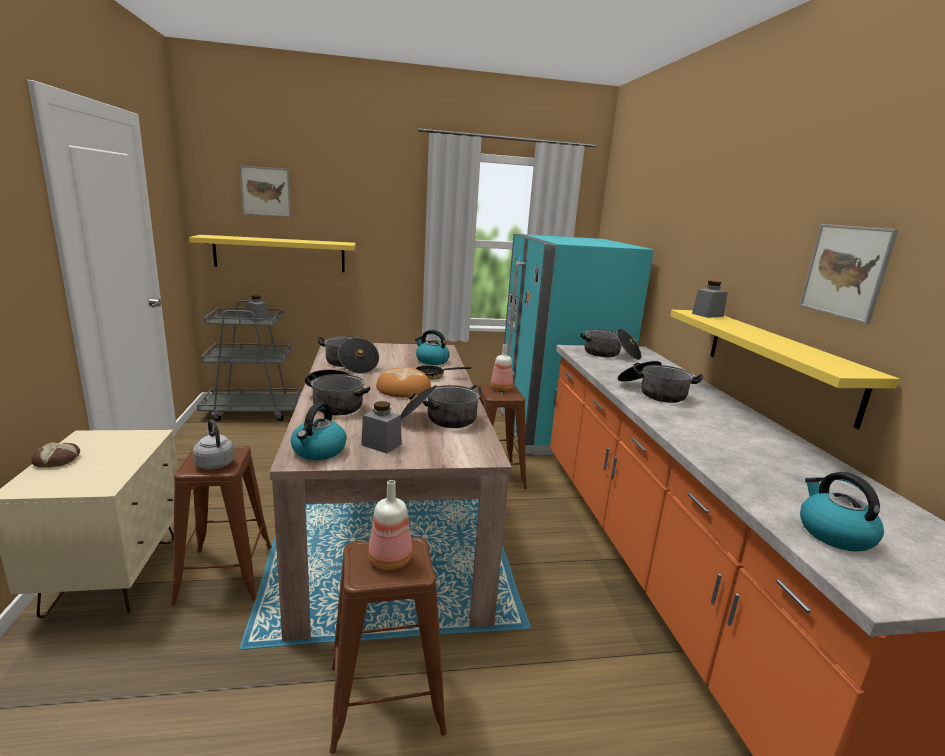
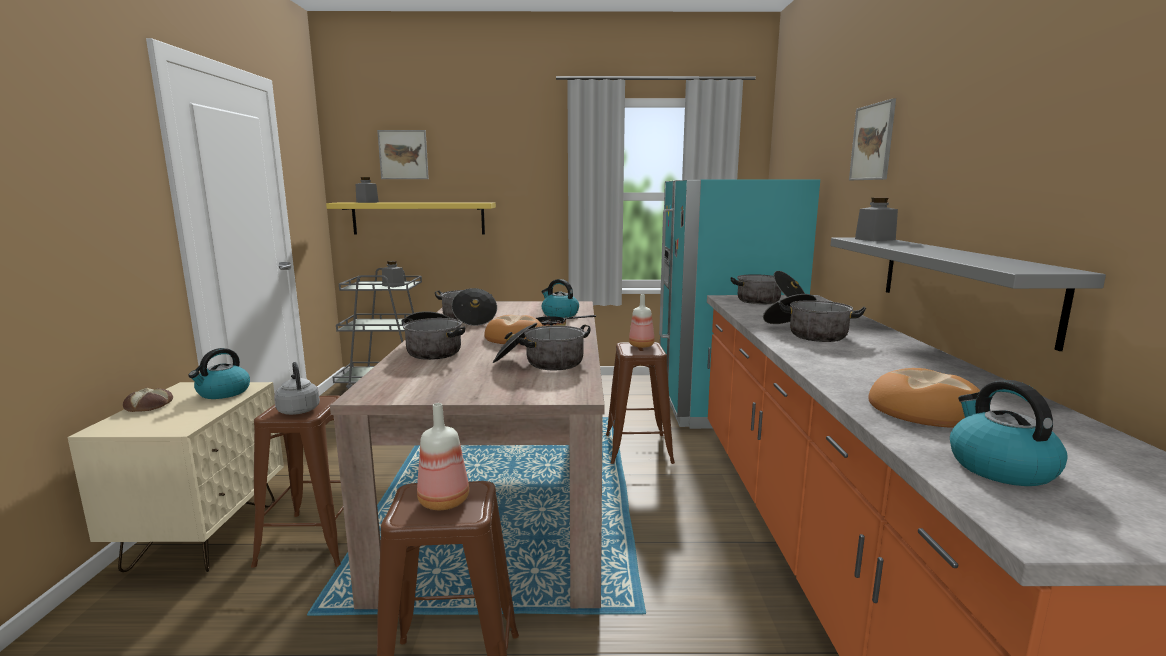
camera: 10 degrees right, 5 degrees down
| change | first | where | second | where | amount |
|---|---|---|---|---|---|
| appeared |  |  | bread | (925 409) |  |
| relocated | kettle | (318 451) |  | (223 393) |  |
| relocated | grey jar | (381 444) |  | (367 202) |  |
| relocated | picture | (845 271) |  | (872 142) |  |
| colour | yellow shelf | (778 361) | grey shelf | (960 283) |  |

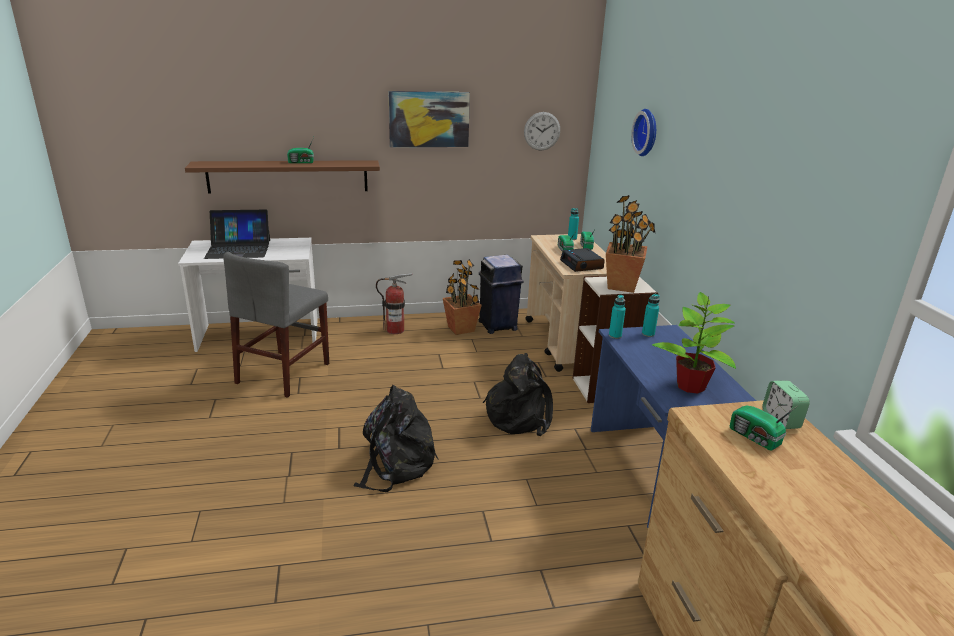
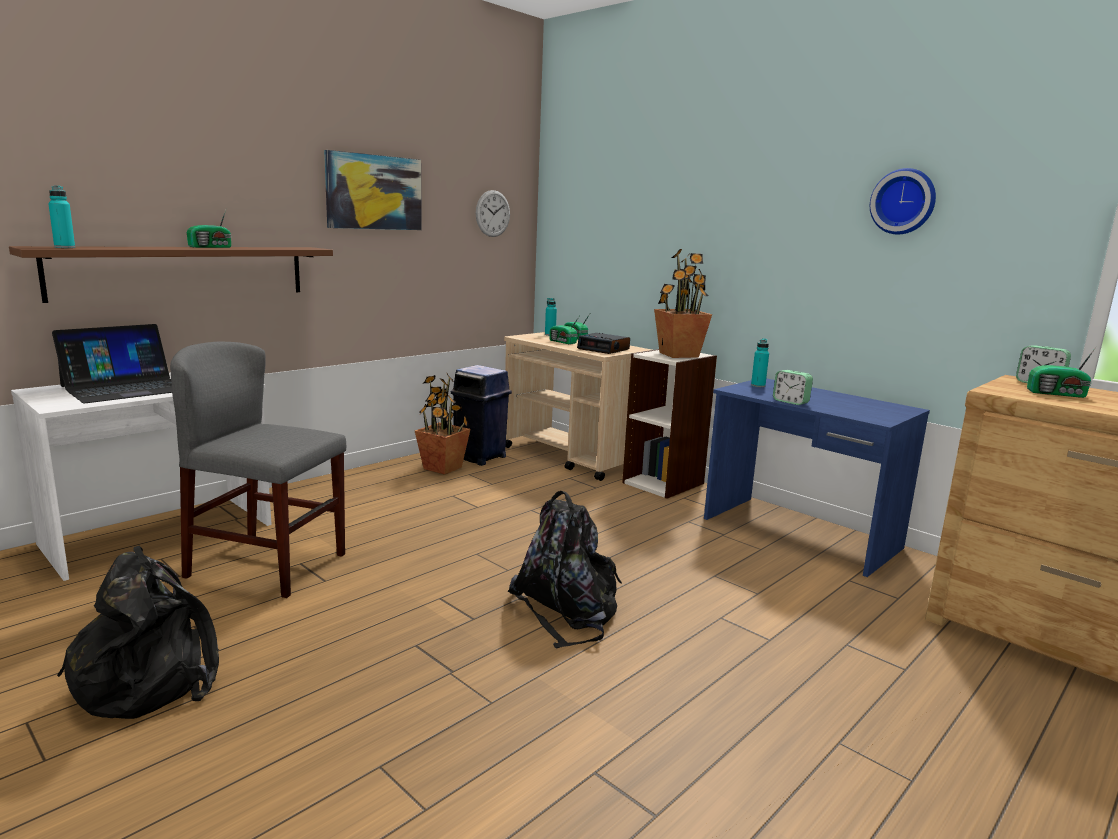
camera: 35 degrees left, 10 degrees down
| change | first | where | second | where | amount |
|---|---|---|---|---|---|
| missing | fire extinguisher | (395 330) |  |  |  |
| missing | potted plant | (690 386) |  |  |  |
| appeared |  |  | alarm clock | (790 402) |  |
| relocated | black backpack | (519 416) |  | (149 678) |  |
| relocated | turquoise bottle | (615 336) |  | (64 247) |  |
| relocated | wall clock | (647 132) |  | (904 201) |  |
| spun | grey chair | (283 373) |  | (267 565) | 120 degrees clockwise |

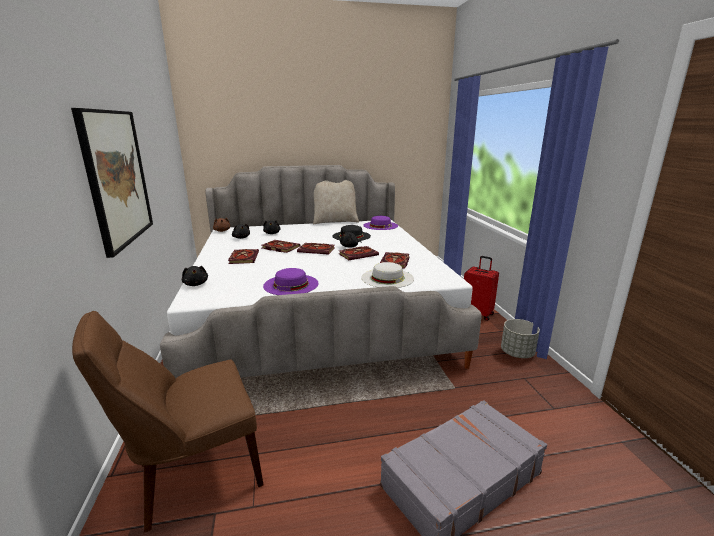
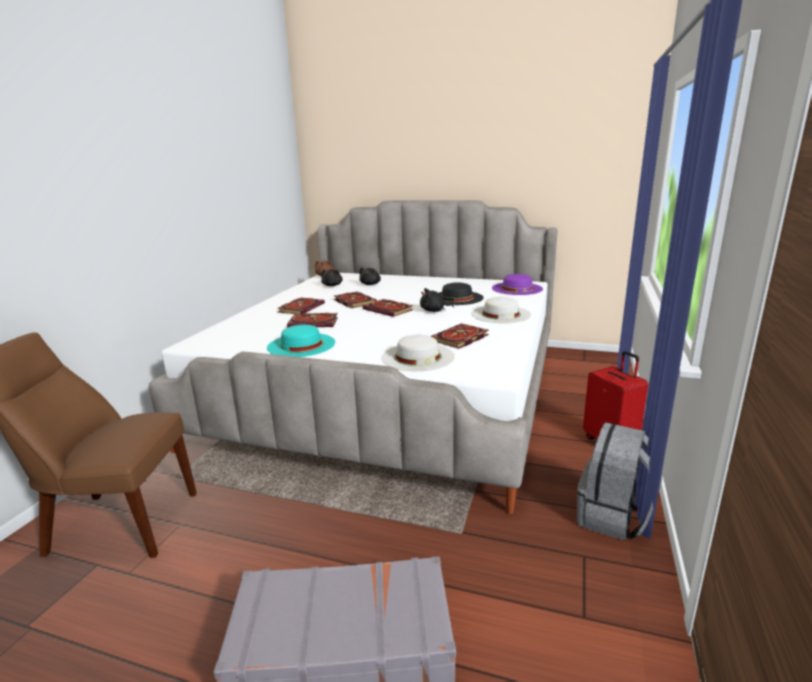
camera: 30 degrees right, 0 degrees up
| change | first | where | second | where | amount |
|---|---|---|---|---|---|
| missing | picture | (117 178) |  |  |  |
| missing | black plush toy | (196 284) |  |  |  |
| missing | beige pillow | (335 221) |  |  |  |
| appeared |  |  | white hat | (500 314) |  |
| relocated | book | (358 254) |  | (314 322) |  |
| exchanged | grey planter | (517 353) | grey backpack | (613 517) |  |
| colour | purple hat | (291 284) | turquoise hat | (301 345) |  |

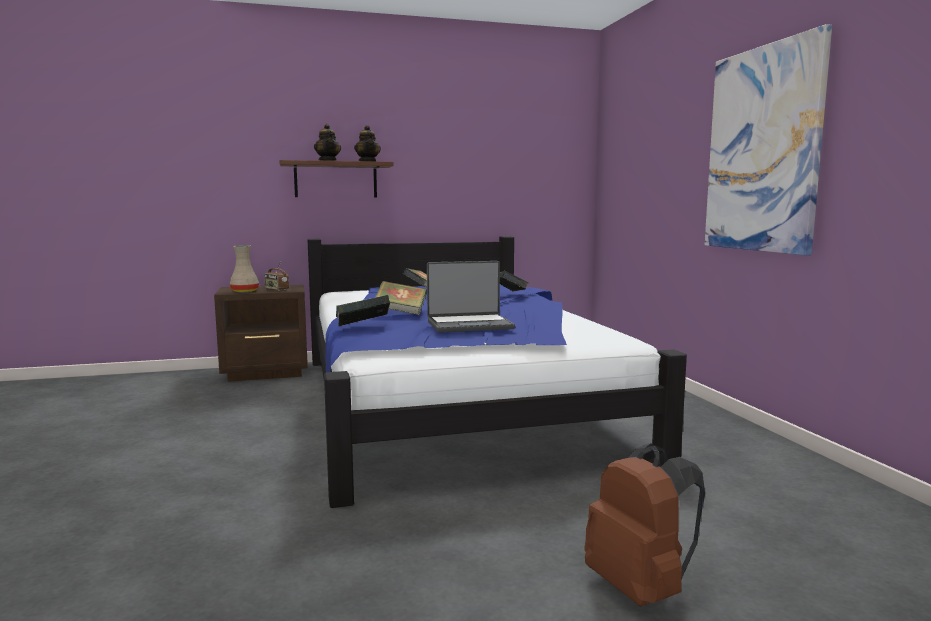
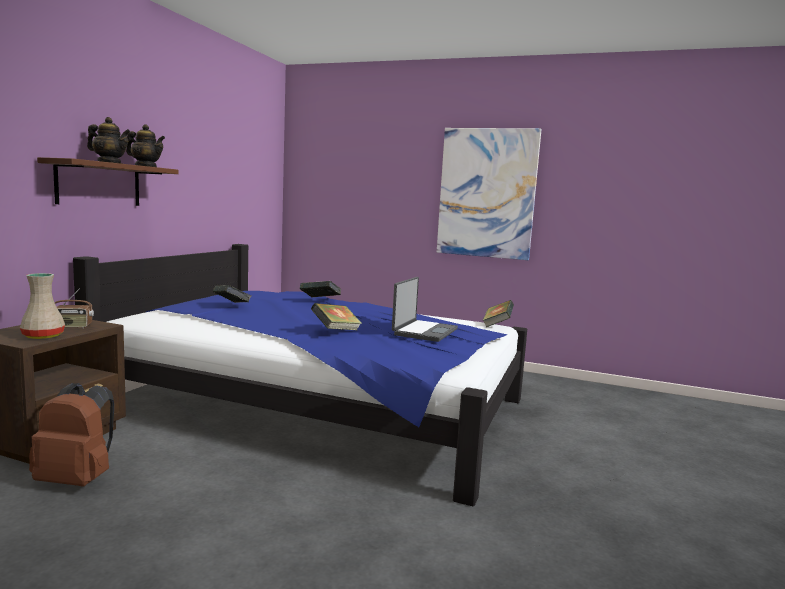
camera: 55 degrees left, 0 degrees up
| change | first | where | second | where | amount |
|---|---|---|---|---|---|
| relocated | book | (363 327) |  | (497 325) |  |
| relocated | brown backpack | (640 588) |  | (77 480) |  |

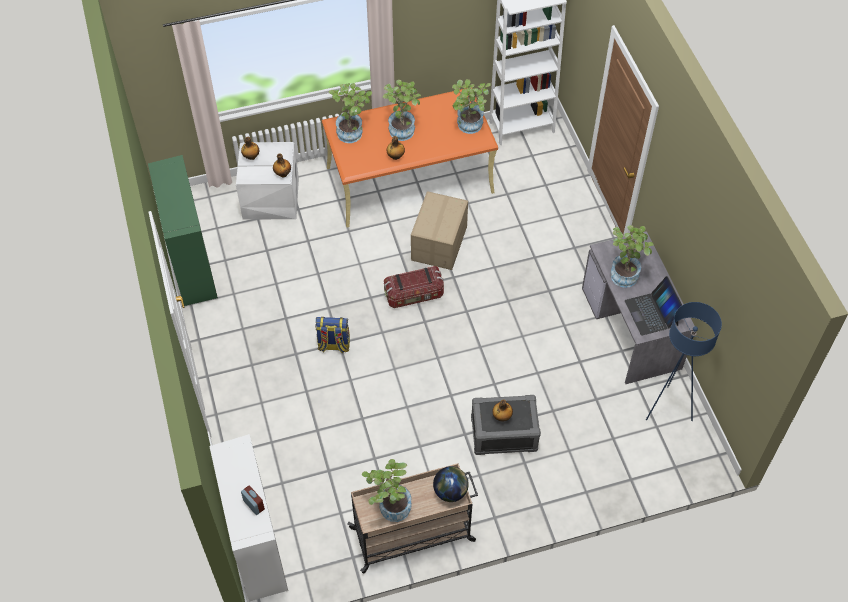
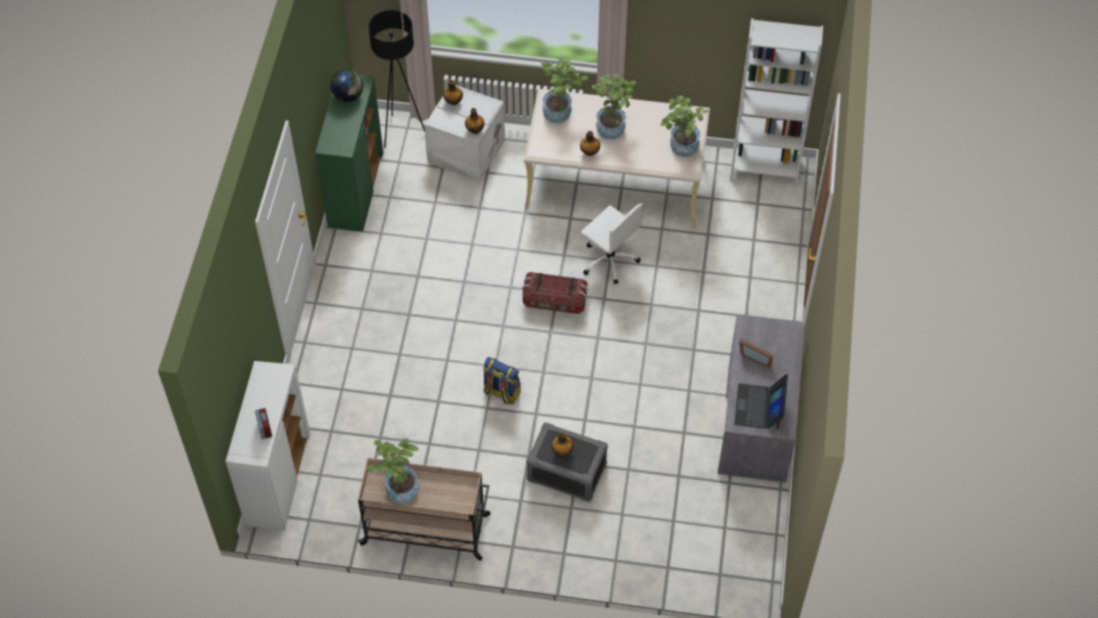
camera: 25 degrees right, 0 degrees up
| change | first | where | second | where | amount |
|---|---|---|---|---|---|
| missing | blue floor lamp | (667 409) |  |  |  |
| appeared |  |  | black floor lamp | (401 133) |  |
| relocated | backpack | (333 345) |  | (501 392) |  |
| relocated | globe | (450 491) |  | (348 96) |  |
| exchanged | cardboard box | (439 243) | white office chair | (609 260) |  |
| exchanged | potted plant | (625 273) | picture frame | (755 356) |  |
| colour | orange desk | (410 179) | beige desk | (616 183) |  |

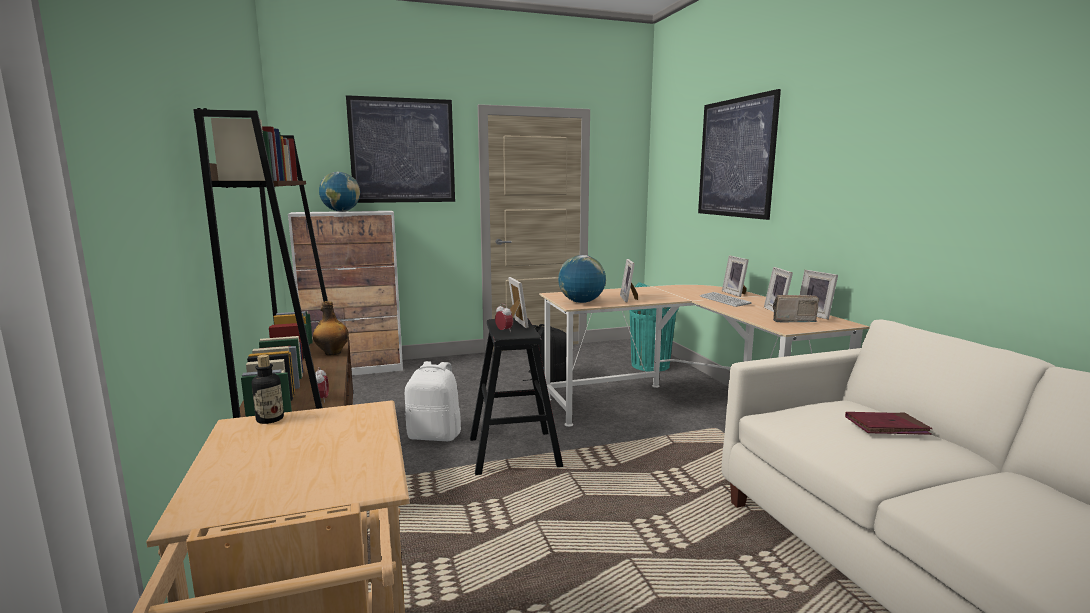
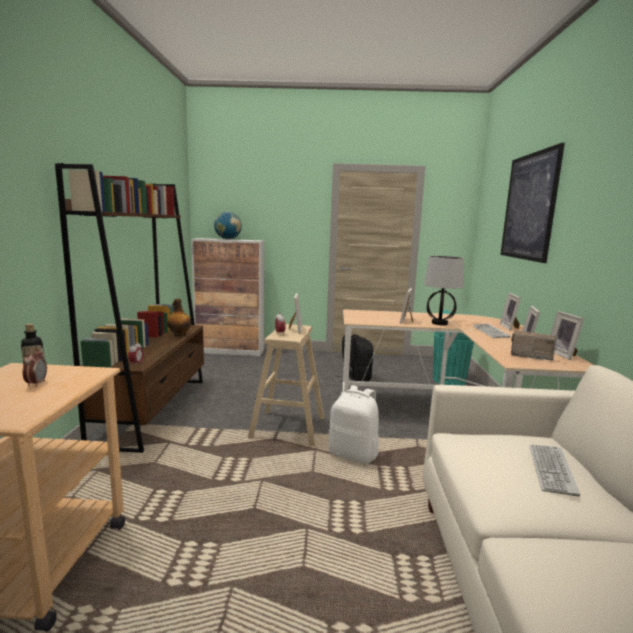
camera: 20 degrees right, 0 degrees up
| change | first | where | second | where | amount |
|---|---|---|---|---|---|
| missing | picture | (402 151) |  |  |  |
| missing | globe | (581 302) |  |  |  |
| appeared |  |  | alarm clock | (36 384) |  |
| appeared |  |  | table lamp | (439 323) |  |
| relocated | white backpack | (435 435) |  | (353 454) |  |
| exchanged | red book | (886 426) | keyboard | (551 469) |  |
| colour | black stool | (514 452) | beige stool | (288 427) |  |

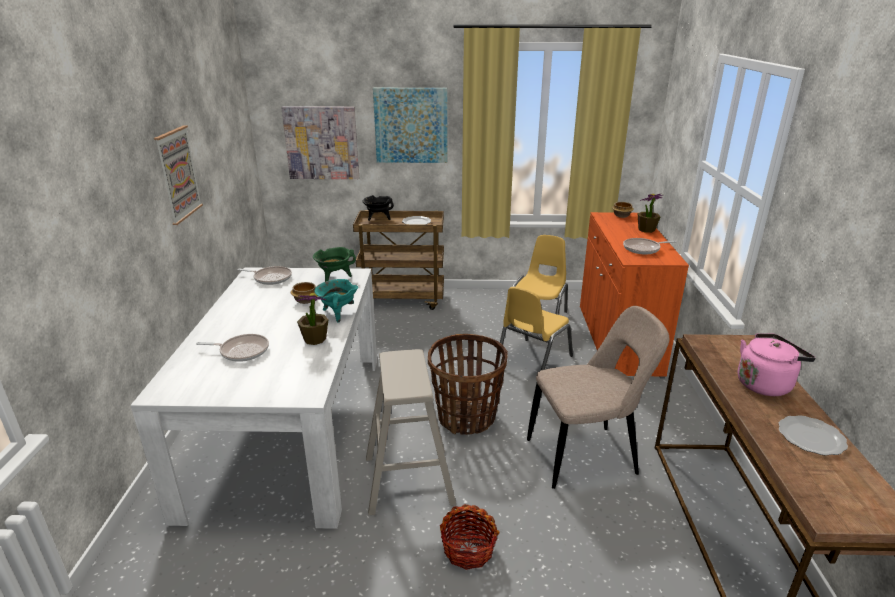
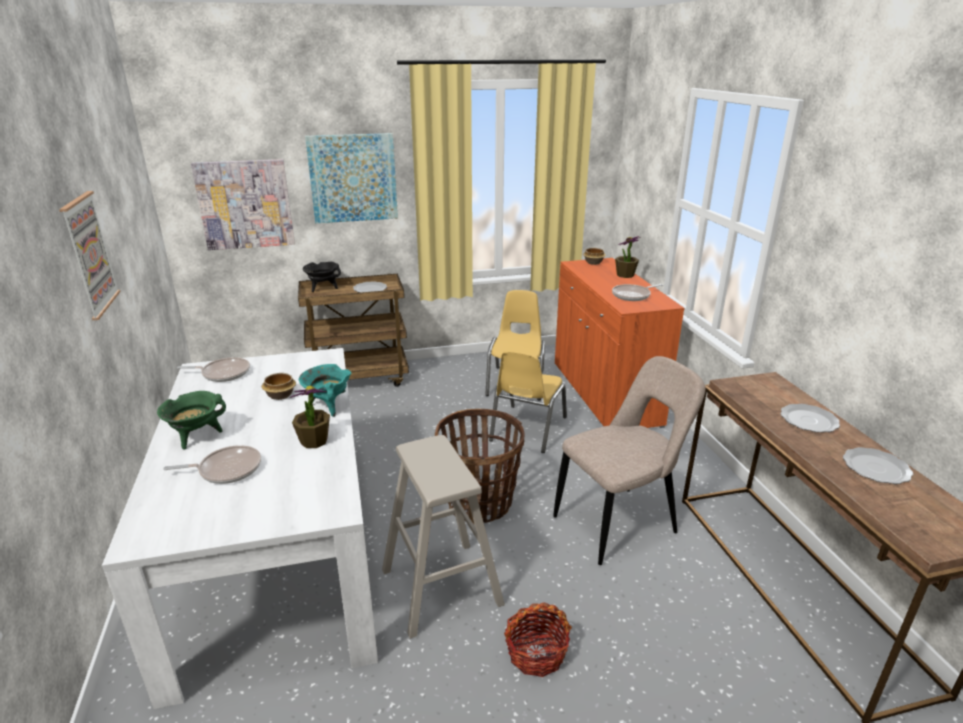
camera: 15 degrees left, 0 degrees up
| change | first | where | second | where | amount |
|---|---|---|---|---|---|
| relocated | green cooking pot | (335 277) |  | (196 437) |  |
| exchanged | pink kettle | (765 384) | plate | (809 420) |  |

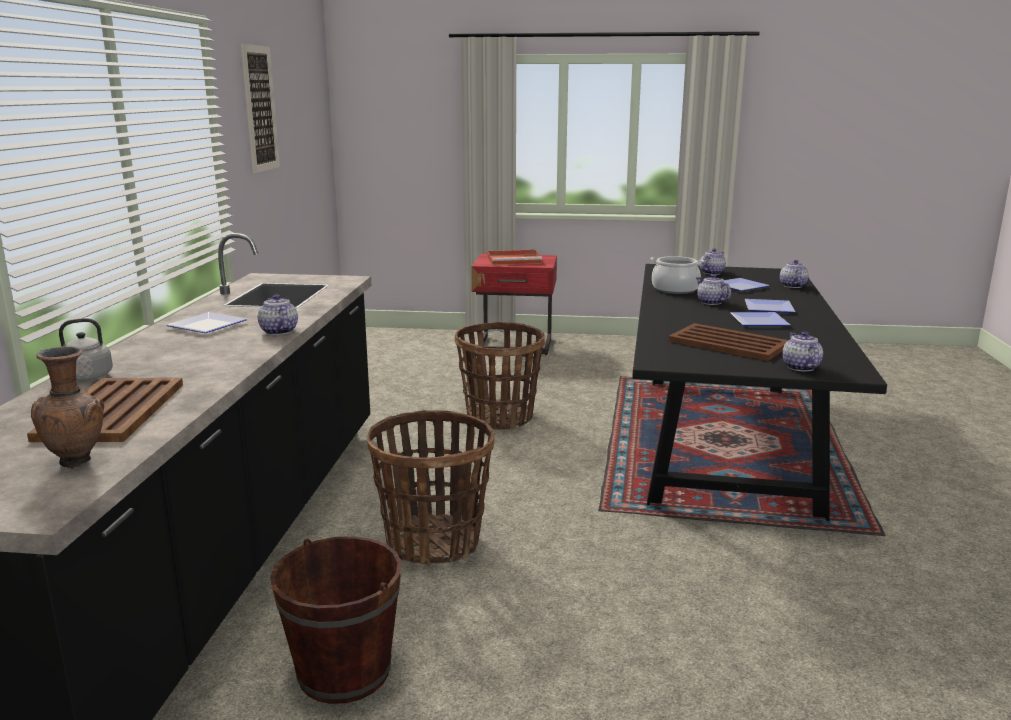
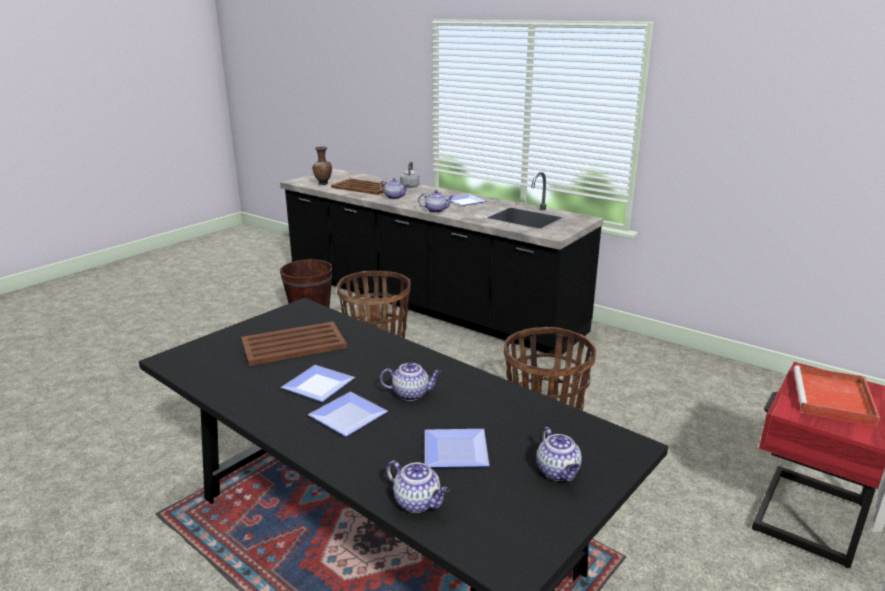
camera: 120 degrees right, 5 degrees up
| change | first | where | second | where | amount |
|---|---|---|---|---|---|
| missing | picture | (260 109) |  |  |  |
| missing | cooking pot | (675 289) |  |  |  |
| relocated | teapot | (799 367) |  | (395 197) |  |

